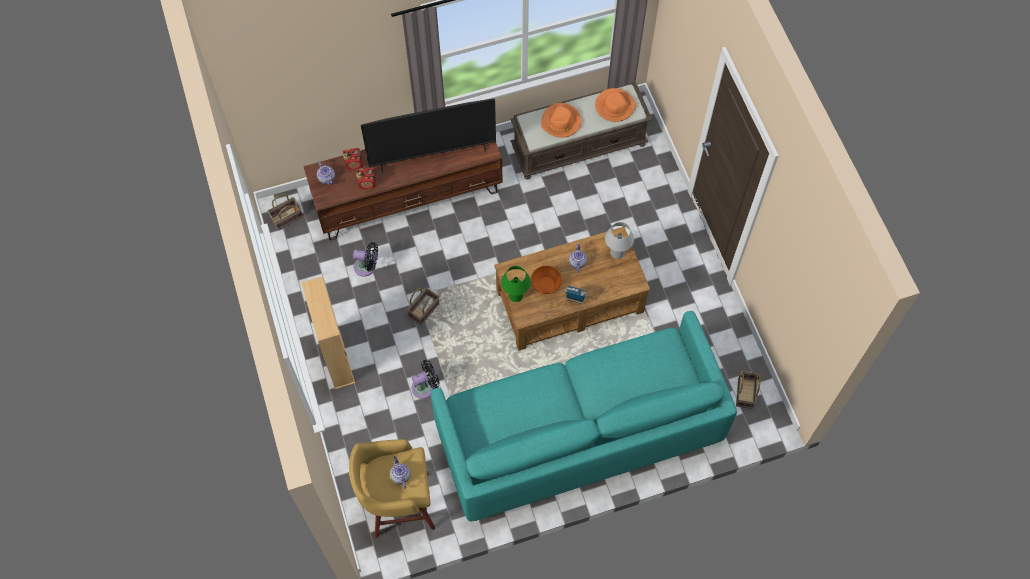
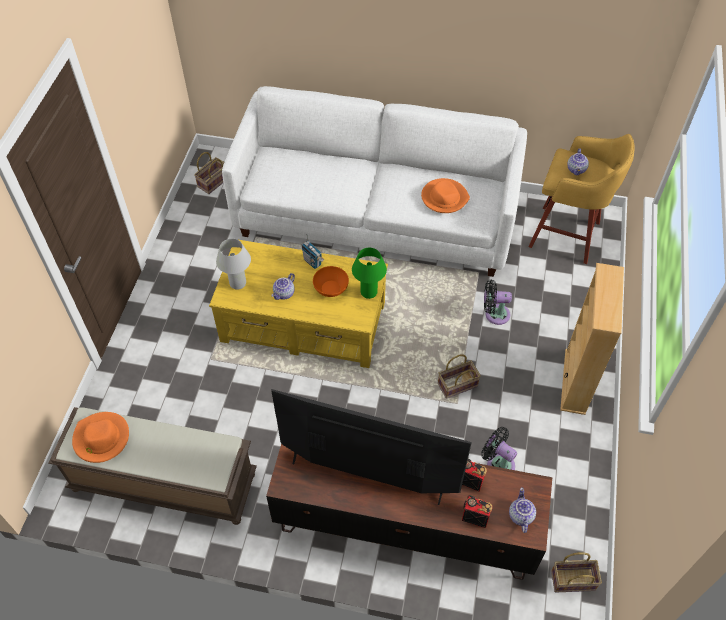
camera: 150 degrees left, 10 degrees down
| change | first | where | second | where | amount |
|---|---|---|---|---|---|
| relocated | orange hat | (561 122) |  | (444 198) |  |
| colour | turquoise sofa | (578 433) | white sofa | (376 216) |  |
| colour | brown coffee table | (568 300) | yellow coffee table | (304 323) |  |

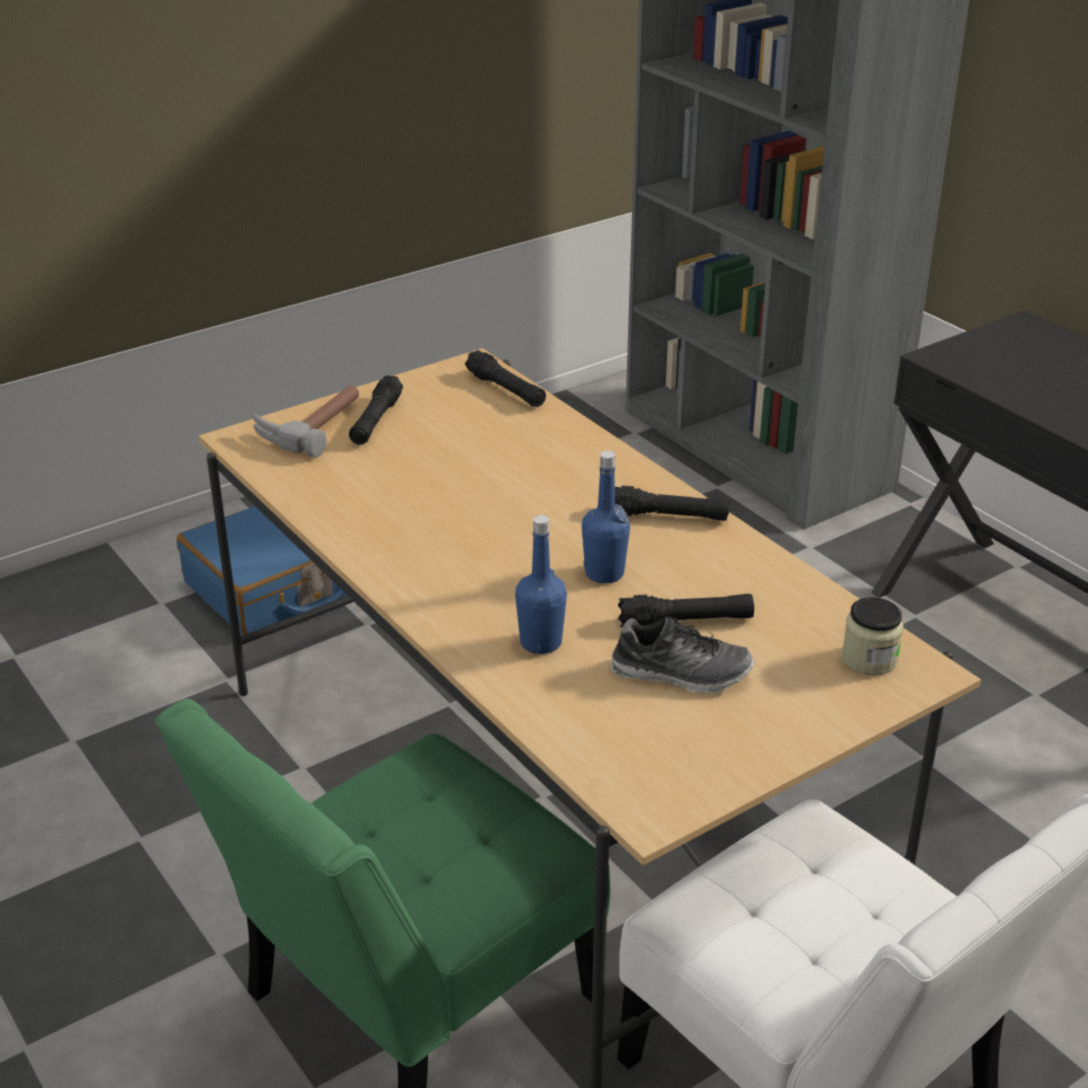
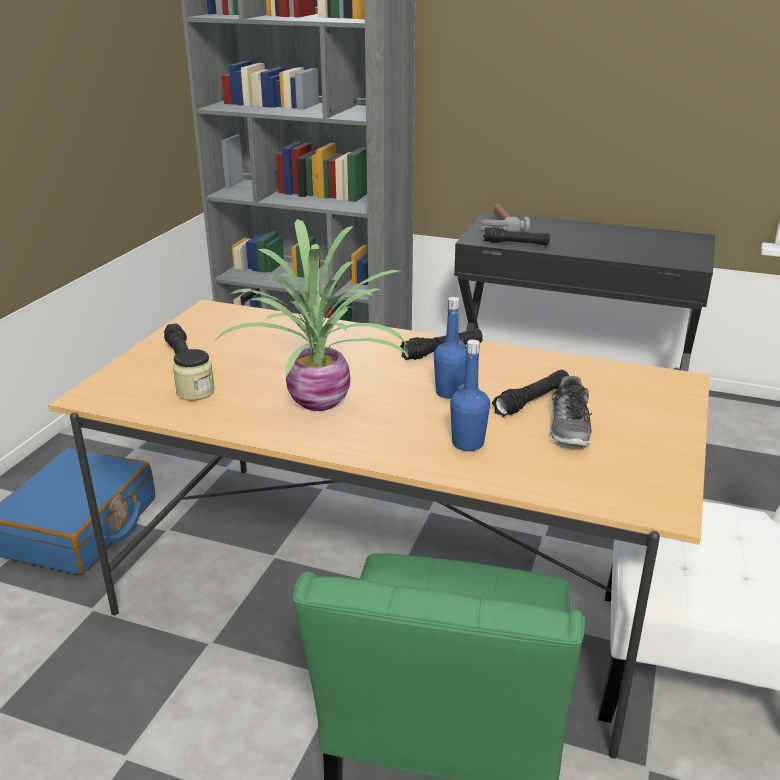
camera: 35 degrees left, 5 degrees down
| change | first | where | second | where | amount |
|---|---|---|---|---|---|
| appeared |  |  | potted plant | (322 400) |  |
| relocated | hammer | (310 426) |  | (497 225) |  |
| relocated | black flashlight | (506 390) |  | (516 243) |  |
| relocated | jar | (869 659) |  | (195 392) |  |
| spun | shoe | (681 673) |  | (570 428) | 120 degrees clockwise |

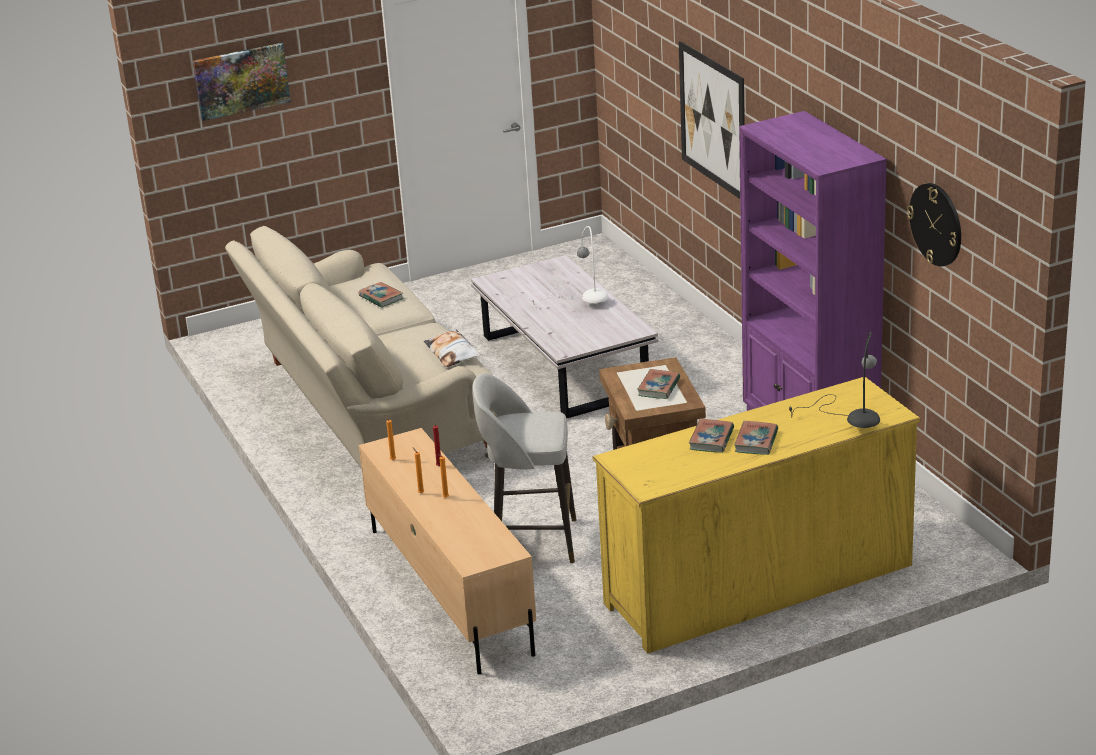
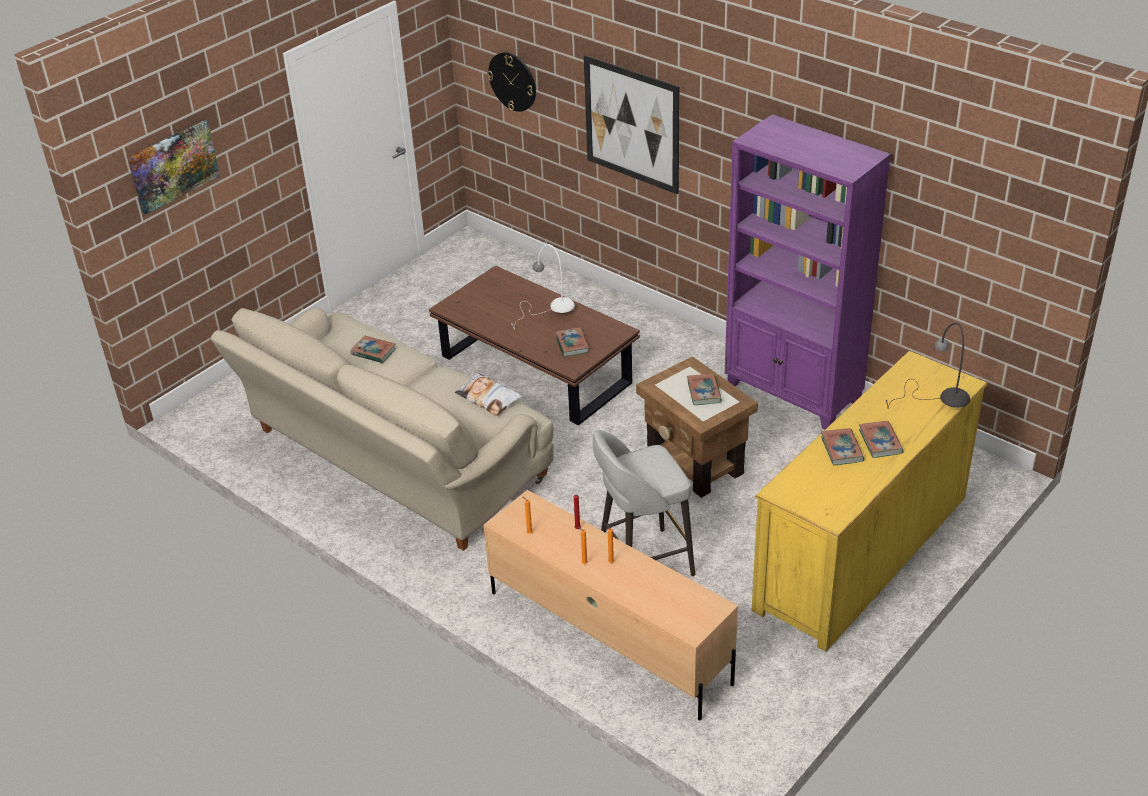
camera: 25 degrees left, 10 degrees up
| change | first | where | second | where | amount |
|---|---|---|---|---|---|
| appeared |  |  | book | (572 344) |  |
| relocated | wall clock | (936 224) |  | (512 81) |  |
| colour | white coffee table | (564 365) | brown coffee table | (535 370) |  |

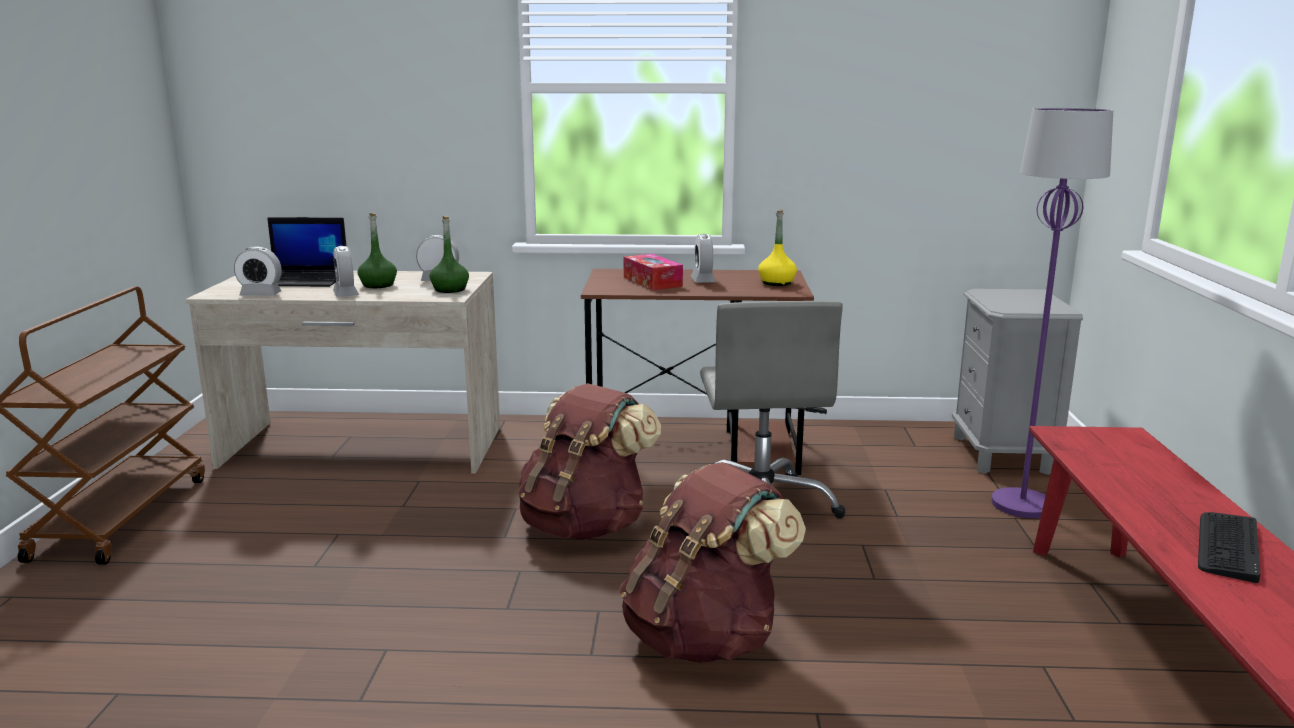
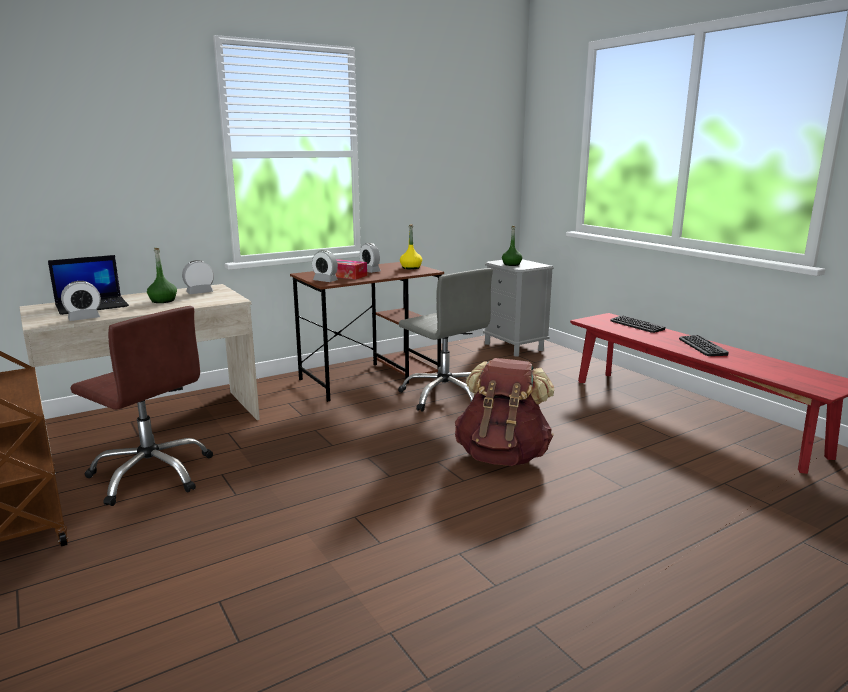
camera: 35 degrees left, 0 degrees up
| change | first | where | second | where | amount |
|---|---|---|---|---|---|
| missing | brown backpack | (585 526) |  |  |  |
| missing | purple floor lamp | (1022 504) |  |  |  |
| appeared |  |  | brown office chair | (152 474) |  |
| appeared |  |  | keyboard | (636 325) |  |
| relocated | alarm clock | (346 294) |  | (325 281) |  |
| relocated | green bottle | (450 289) |  | (511 264) |  |

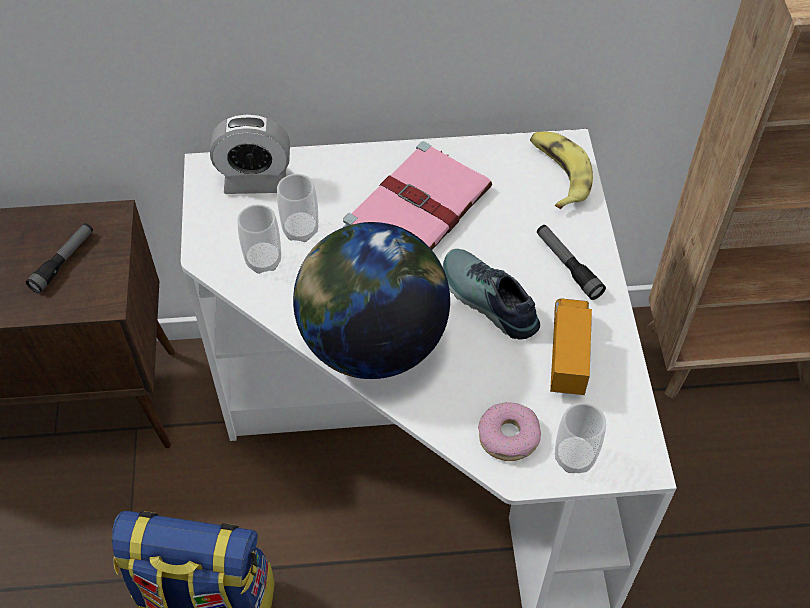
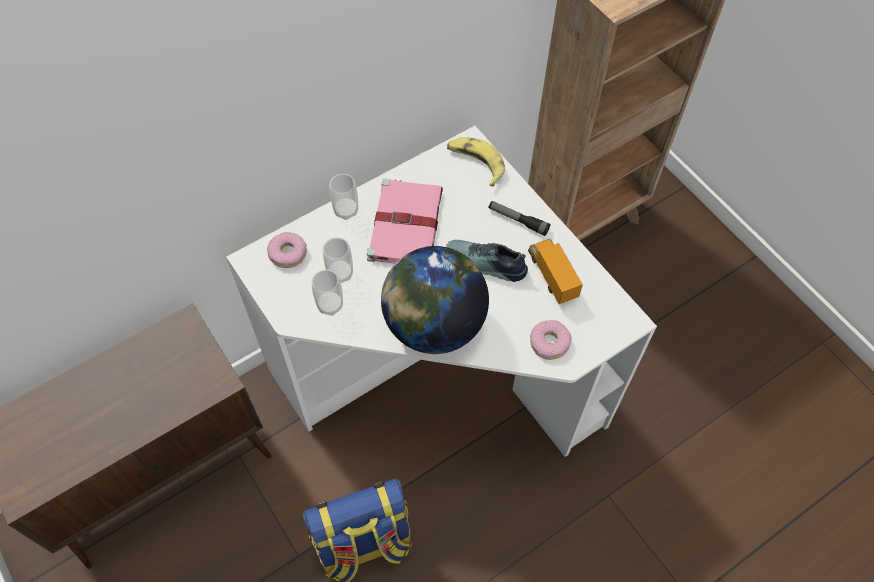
camera: 30 degrees left, 5 degrees up
| change | first | where | second | where | amount |
|---|---|---|---|---|---|
| missing | flashlight | (63 261) |  |  |  |
| relocated | cup | (574 457) |  | (346 210) |  |
| exchanged | alarm clock | (255 180) | donut | (287 253) |  |

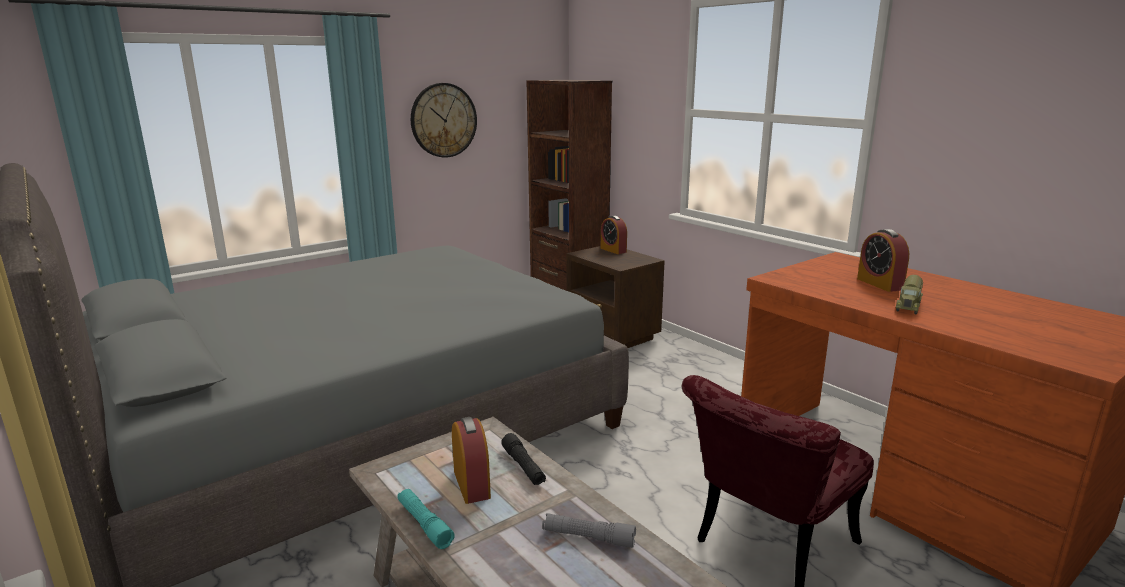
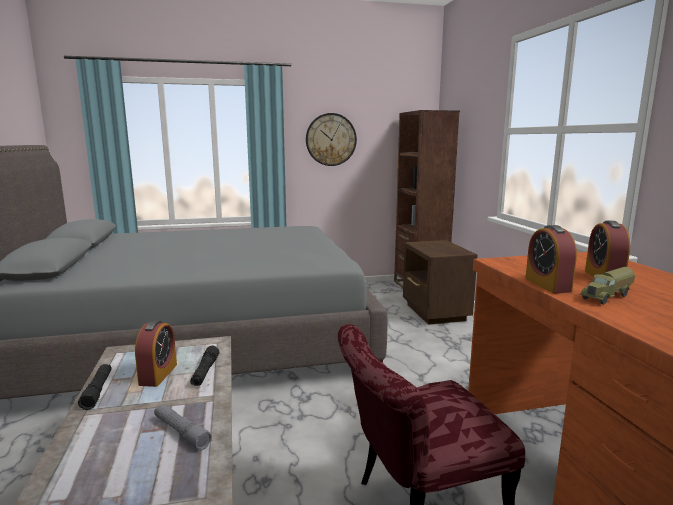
camera: 25 degrees right, 5 degrees down
| change | first | where | second | where | amount |
|---|---|---|---|---|---|
| relocated | alarm clock | (613 250) |  | (547 285) |  |
| colour | turquoise flashlight | (424 524) | black flashlight | (97 391) |  |

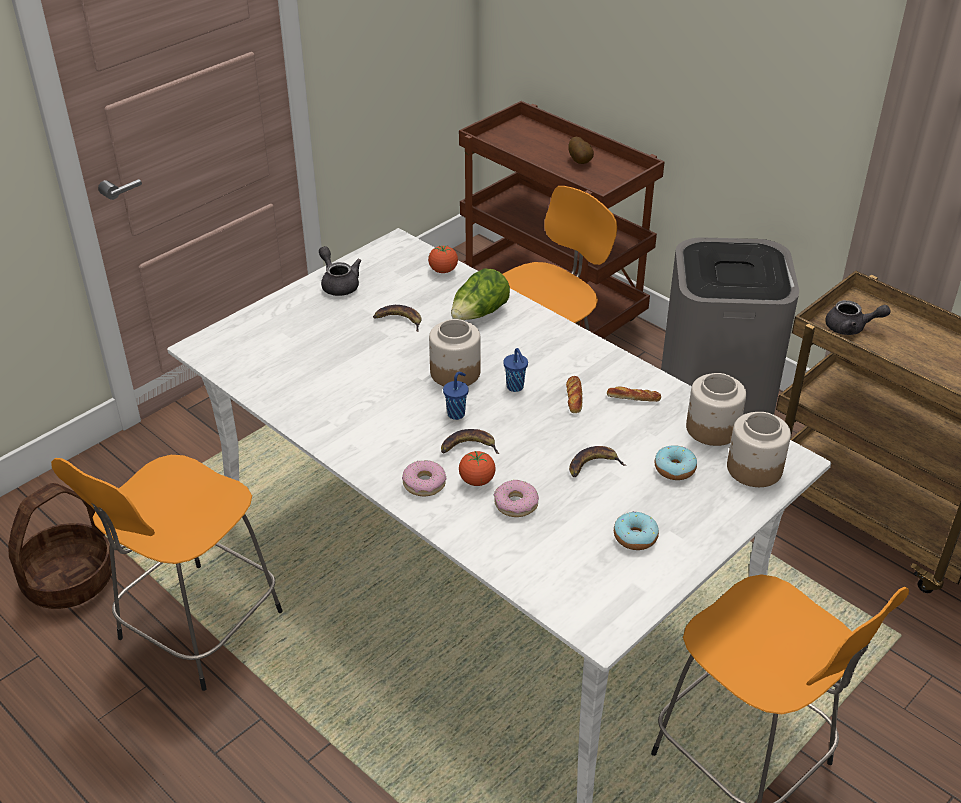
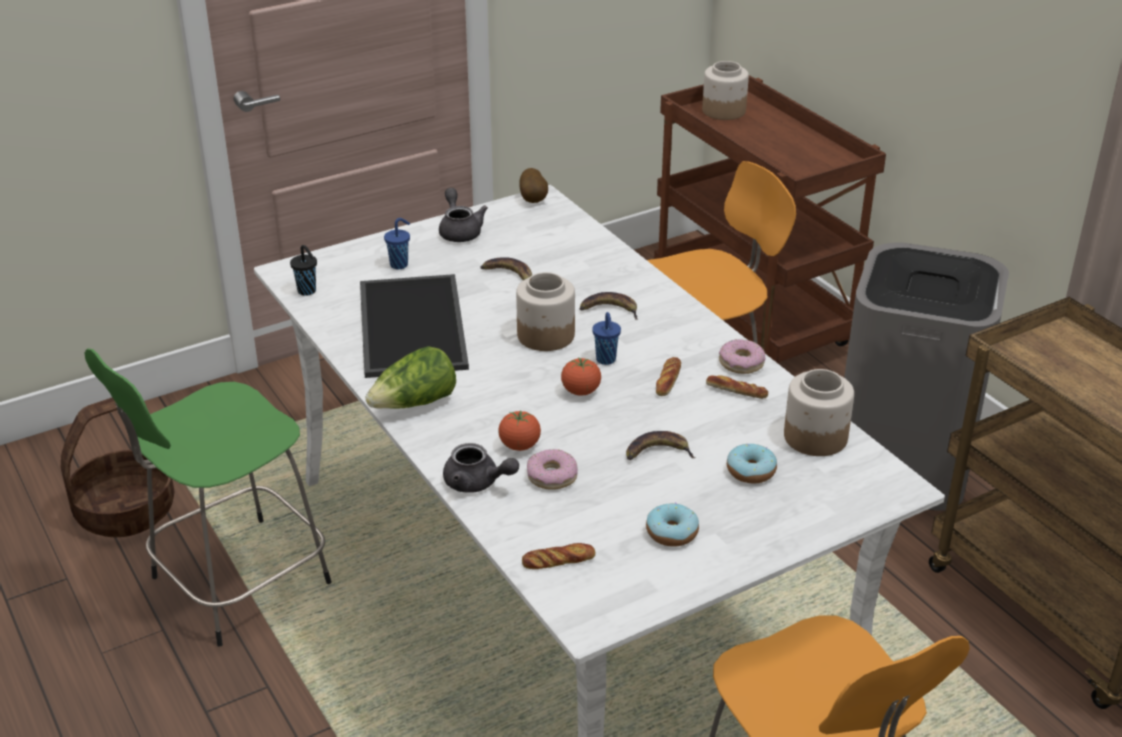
camera: 15 degrees right, 5 degrees down
| change | first | where | second | where | amount |
|---|---|---|---|---|---|
| appeared |  |  | black cup | (307 291) |  |
| appeared |  |  | tray | (409 325) |  |
| appeared |  |  | bread | (558 560) |  |
| relocated | donut | (424 483) |  | (741 363) |  |
| relocated | tomato | (443 270) |  | (581 391) |  |
| relocated | banana | (468 447) |  | (609 310) |  |
| relocated | blue cup | (457 413) |  | (400 264) |  |
| relocated | lettuce | (479 314) |  | (414 404) |  |
| relocated | potato | (580 161) |  | (534 199) |  |
| relocated | jar | (754 469) |  | (723 111) |  |
| relocated | grey teapot | (851 328) |  | (477 483) |  |
| colour | orange stool | (196 629) | green stool | (235 584) |  |

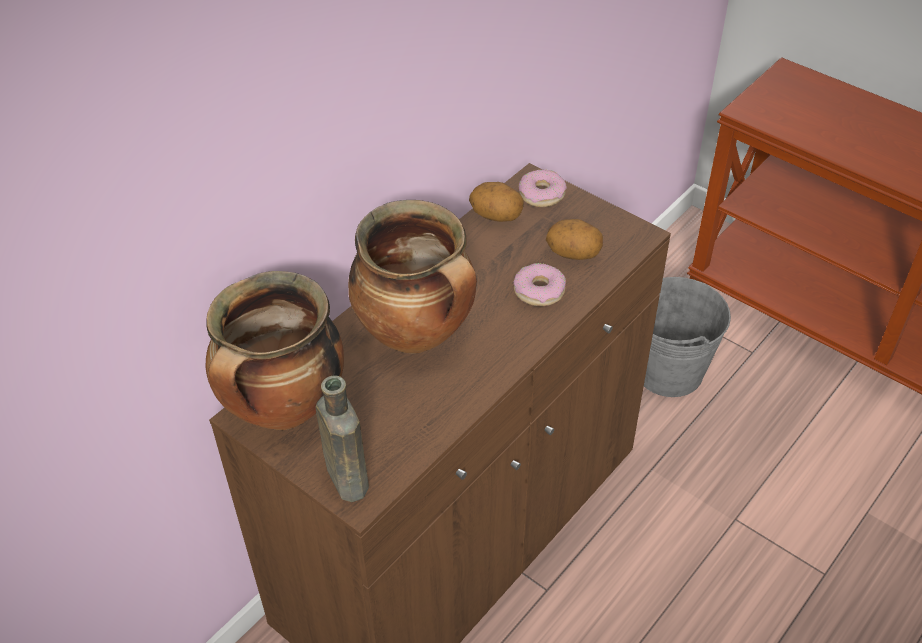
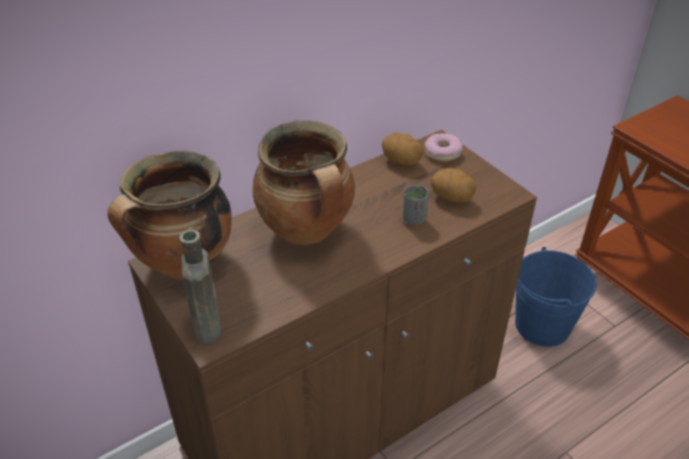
camera: 15 degrees right, 5 degrees down
| change | first | where | second | where | amount |
|---|---|---|---|---|---|
| exchanged | donut | (539 291) | grey cup | (414 219) |  |
| colour | grey bucket | (668 371) | blue bucket | (542 325) |  |

